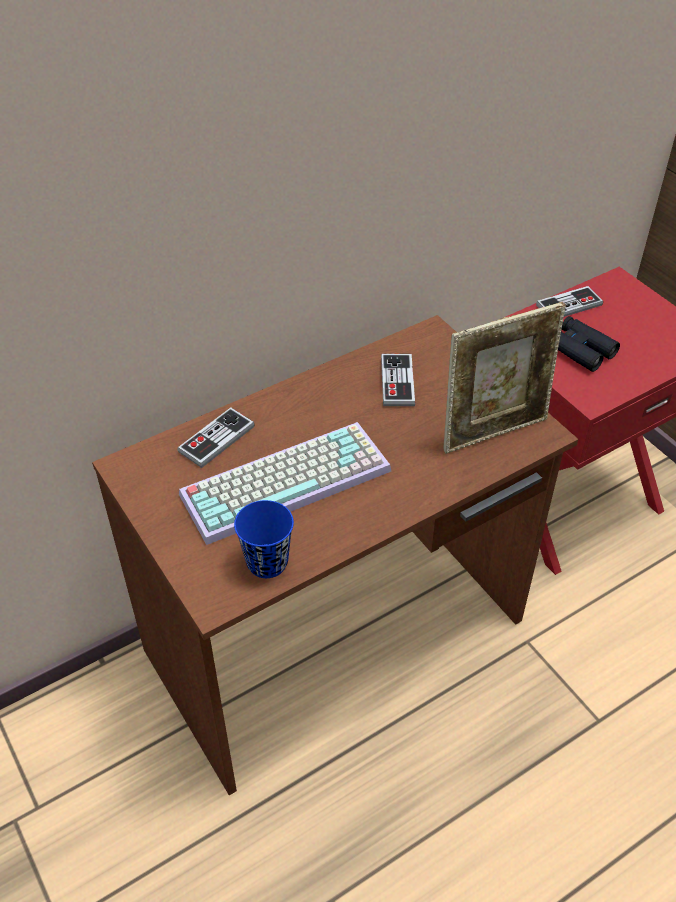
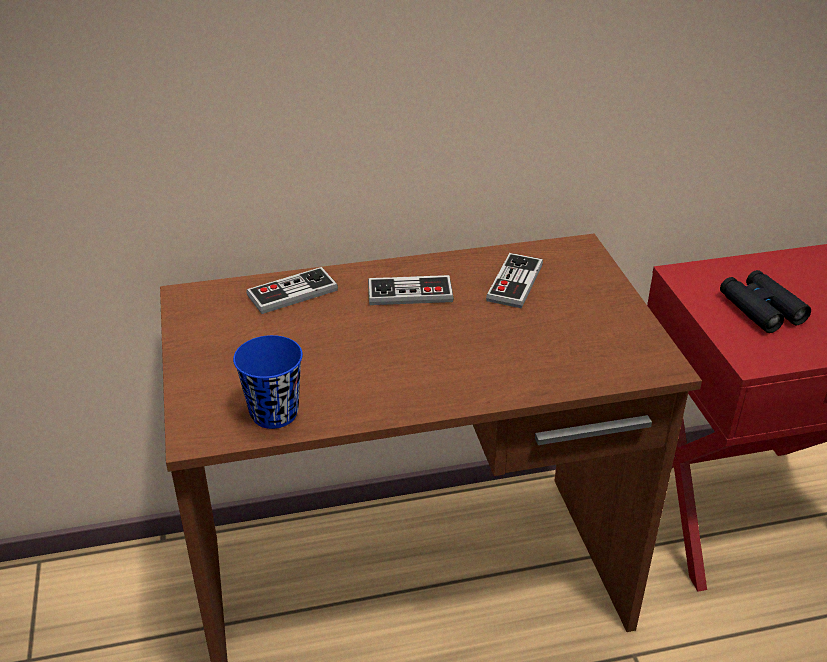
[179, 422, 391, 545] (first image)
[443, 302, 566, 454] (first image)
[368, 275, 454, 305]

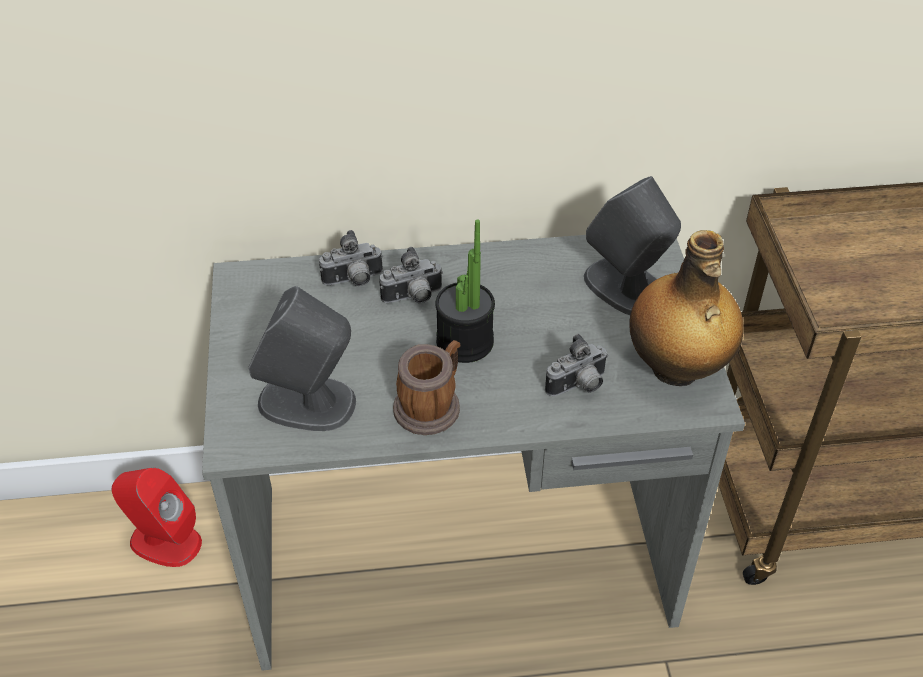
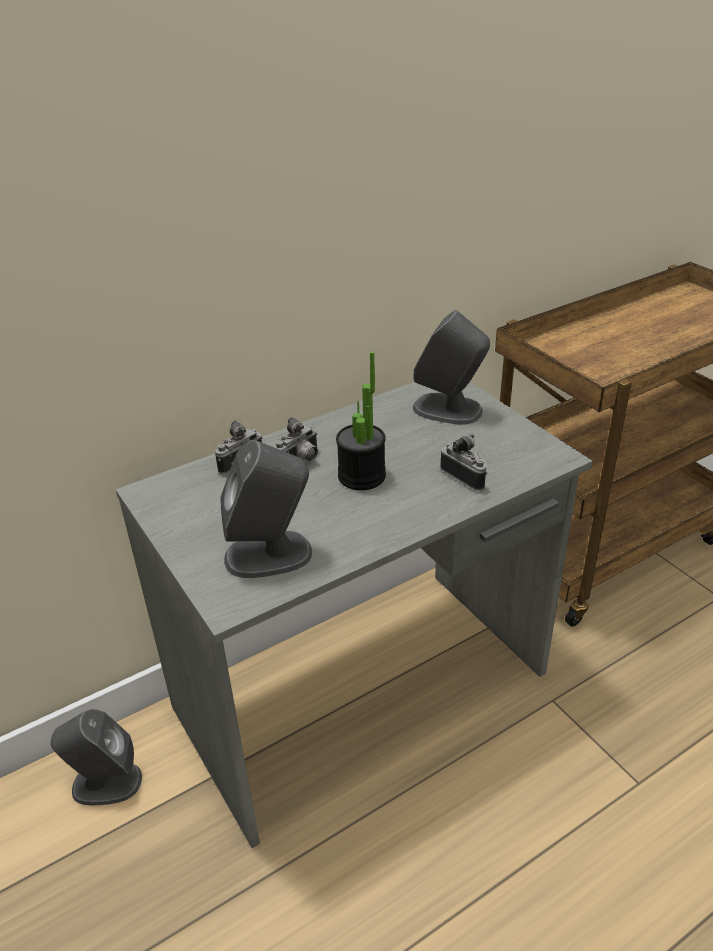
[51, 709, 142, 805]
[393, 340, 460, 435] (first image)
[440, 434, 488, 491]
[629, 230, 743, 386] (first image)

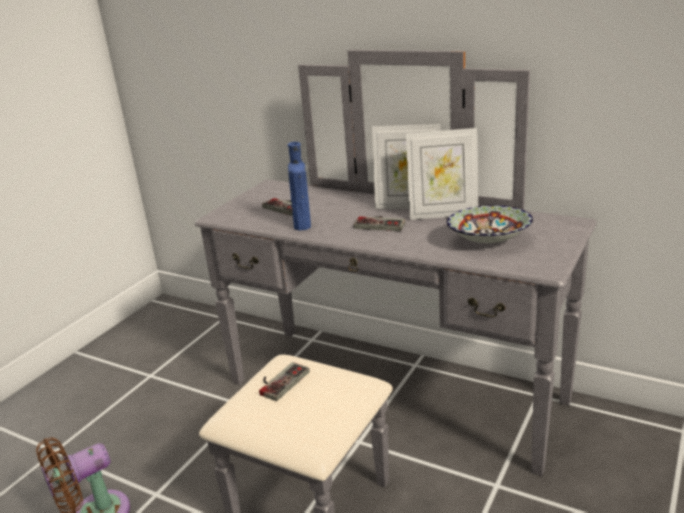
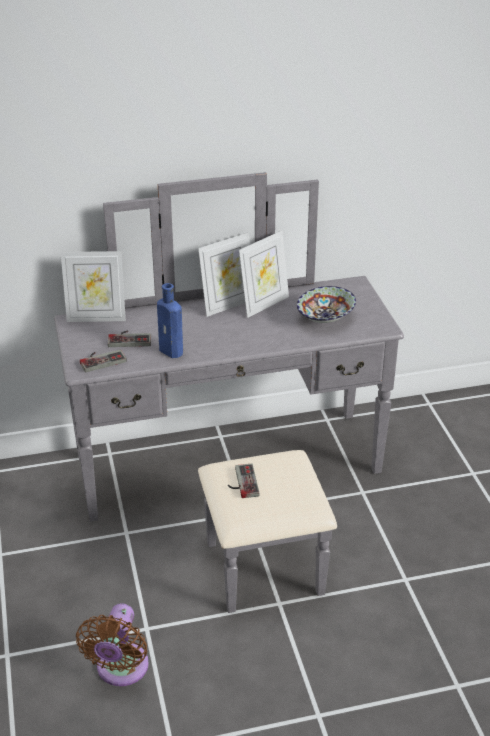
[80, 349, 127, 372]
[61, 251, 126, 322]

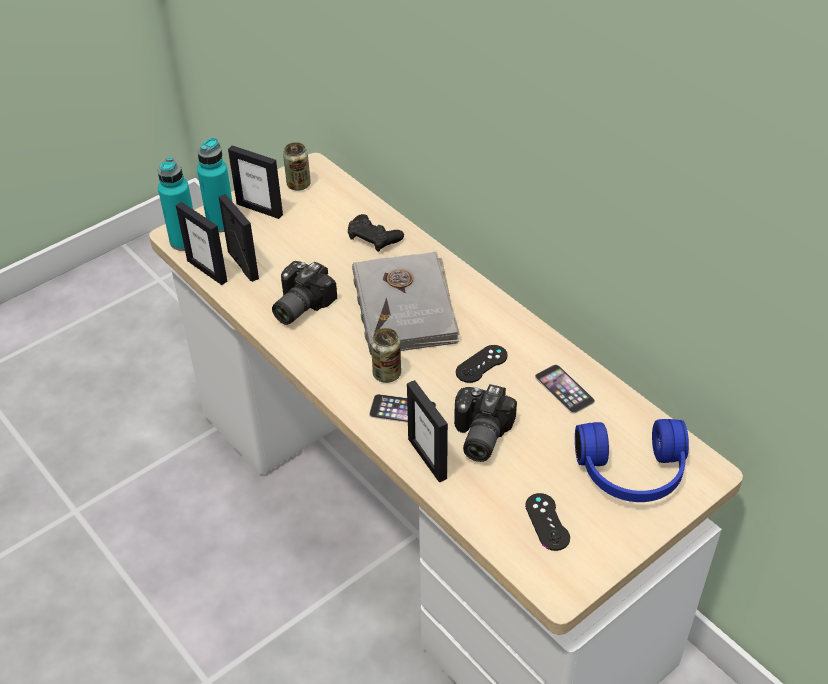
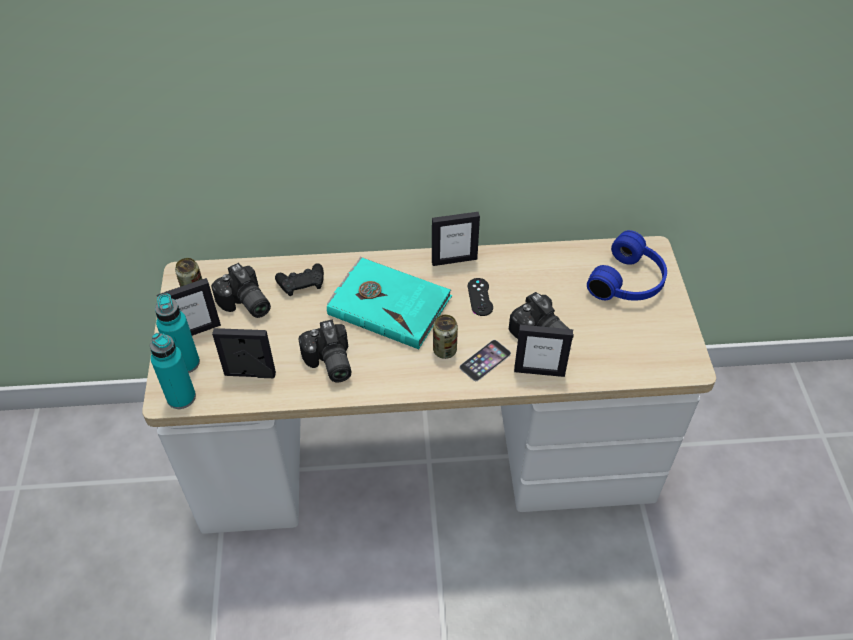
[432, 212, 480, 266]
[327, 257, 452, 349]
[525, 493, 570, 551] (first image)
[535, 365, 595, 414] (first image)
[211, 263, 271, 318]

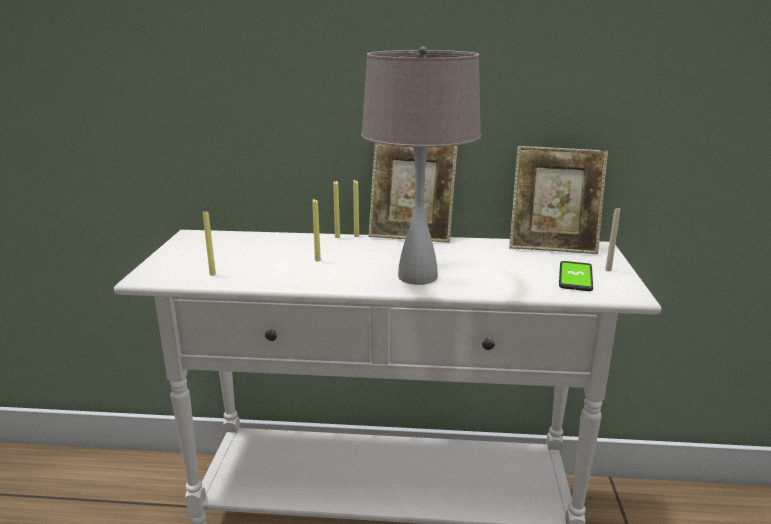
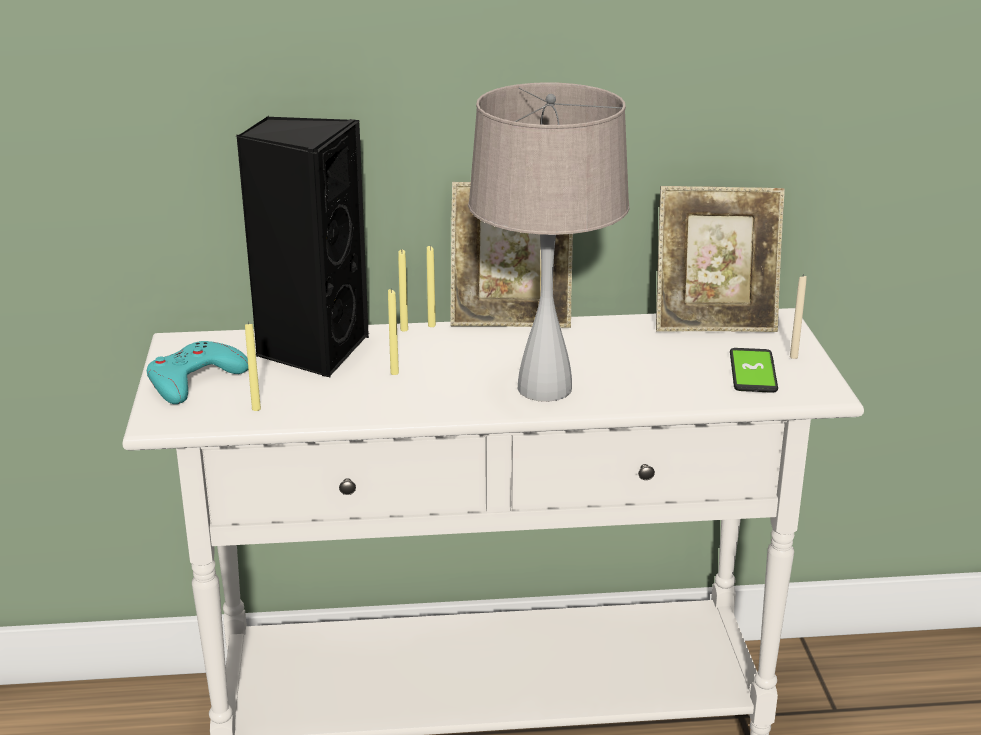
[147, 341, 248, 404]
[236, 116, 369, 378]

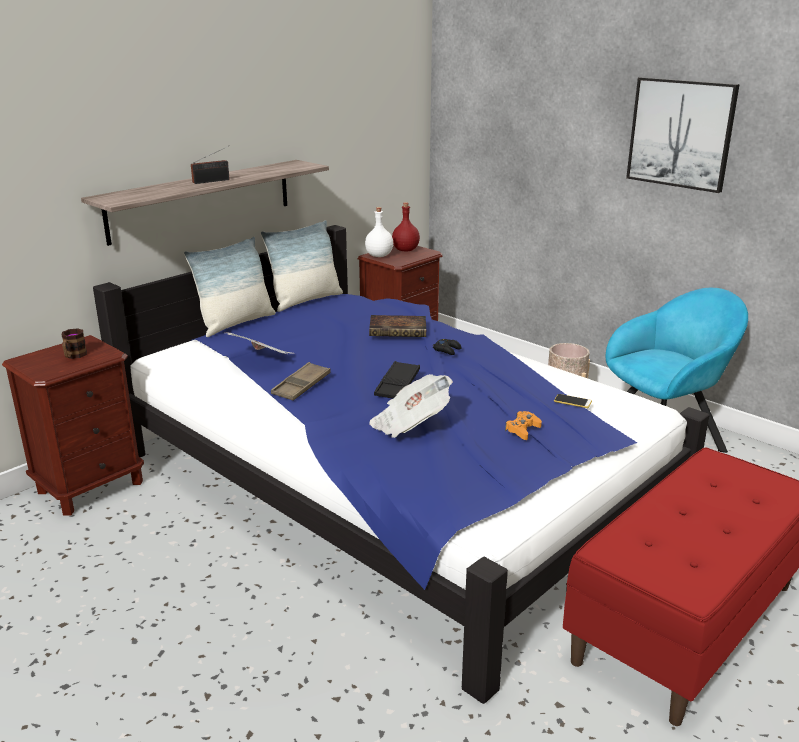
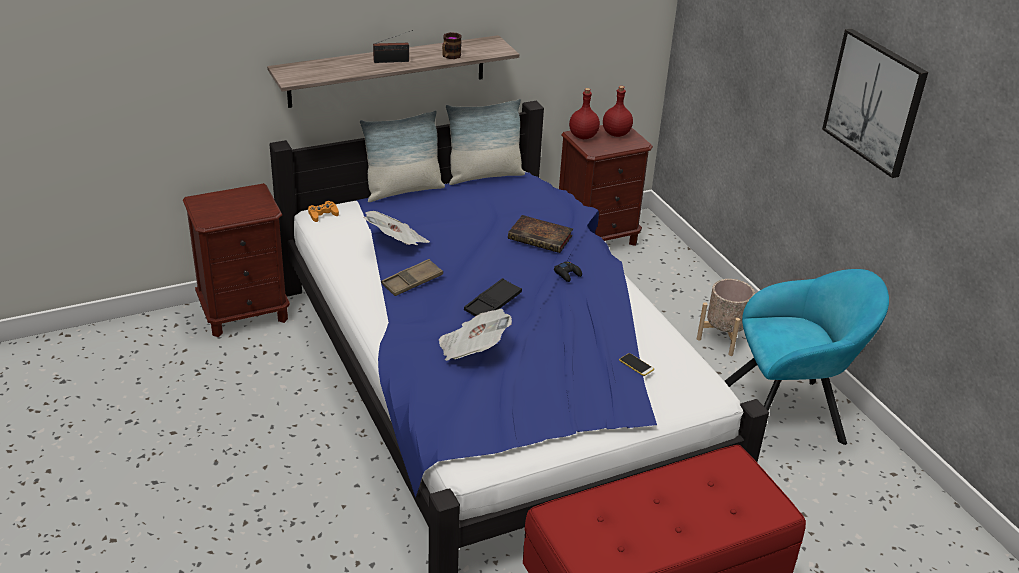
[442, 32, 462, 59]
[569, 88, 600, 139]
[308, 201, 339, 222]

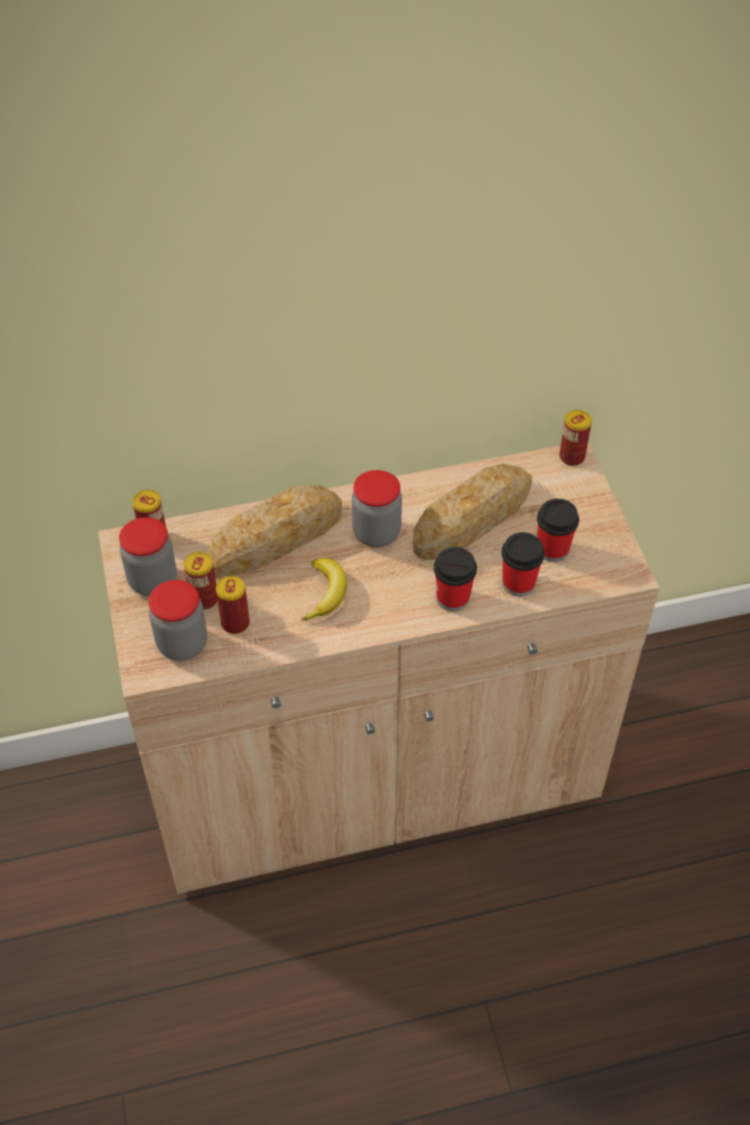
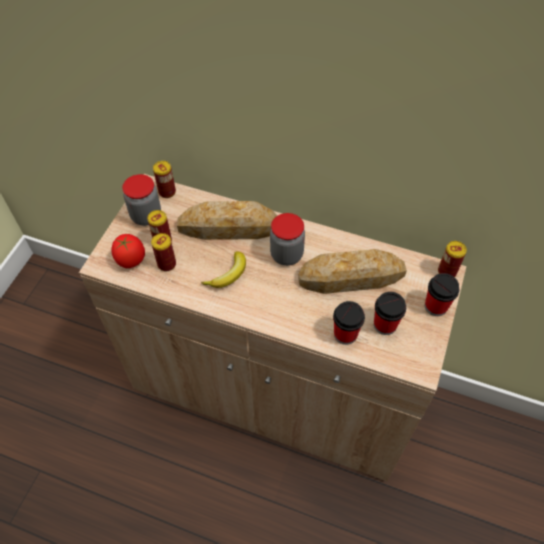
[111, 234, 145, 268]
[425, 273, 460, 316]

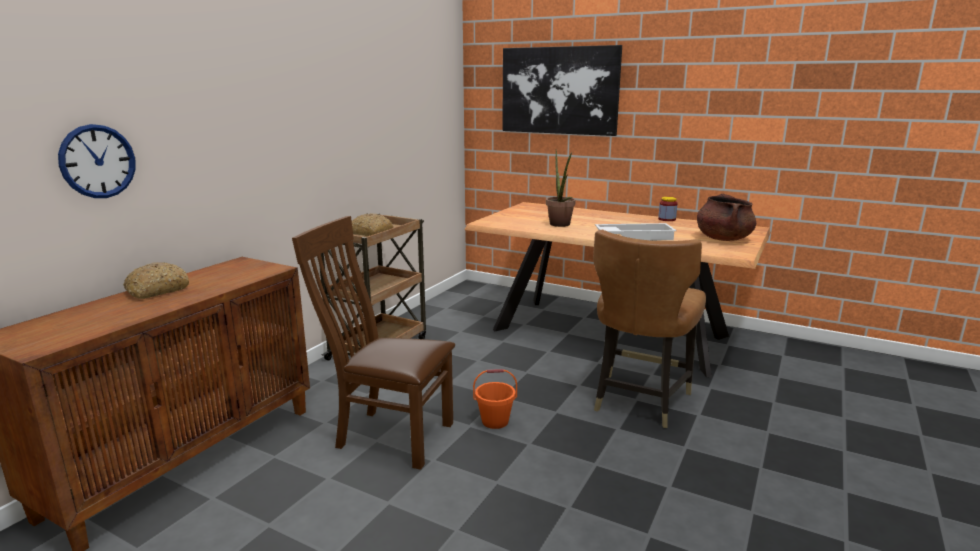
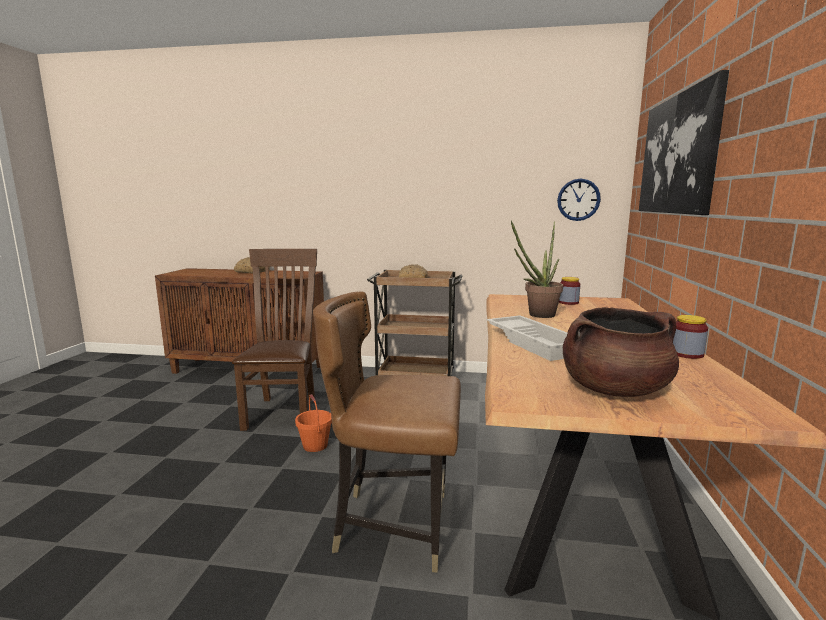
[557, 179, 601, 221]
[559, 277, 580, 305]

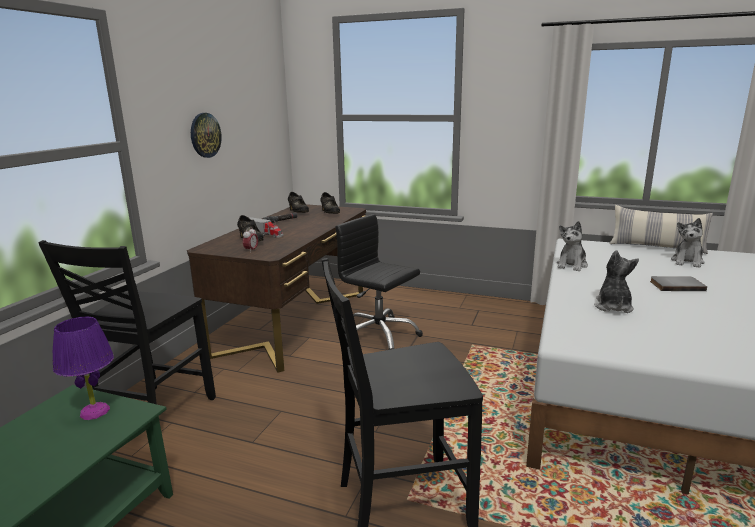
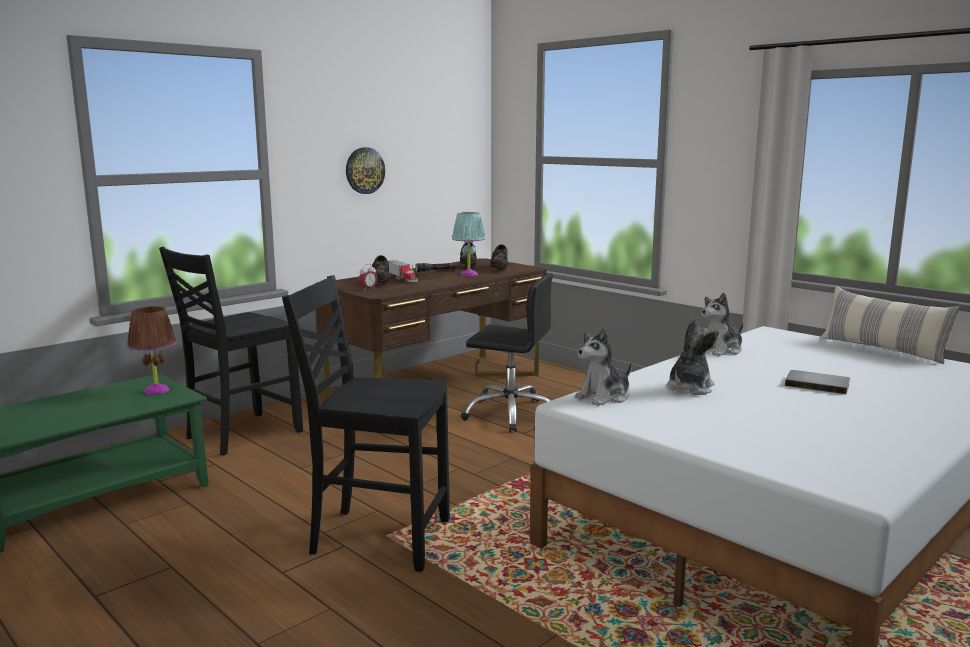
[127, 306, 177, 395]
[461, 273, 553, 432]
[575, 328, 632, 406]
[452, 212, 485, 276]

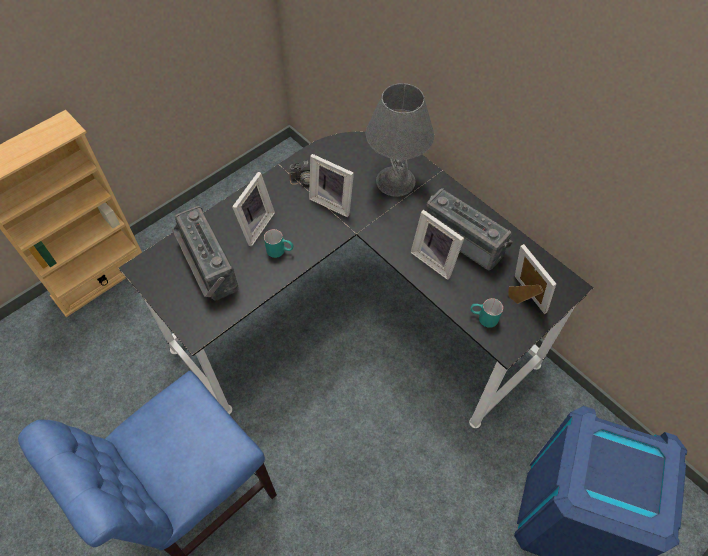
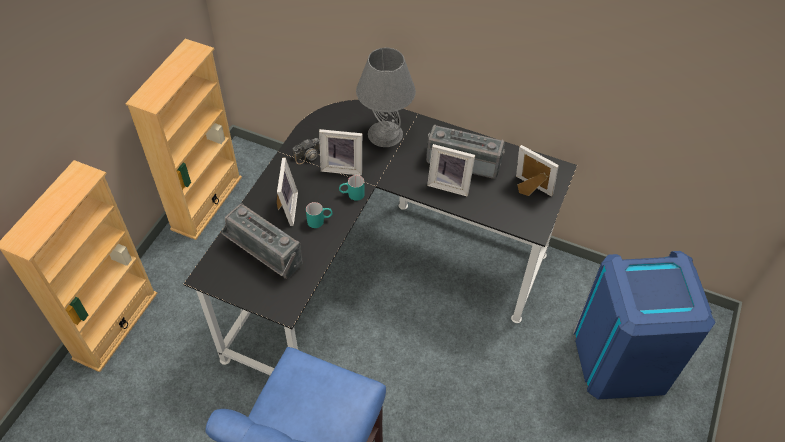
[339, 175, 365, 201]
[125, 39, 242, 240]

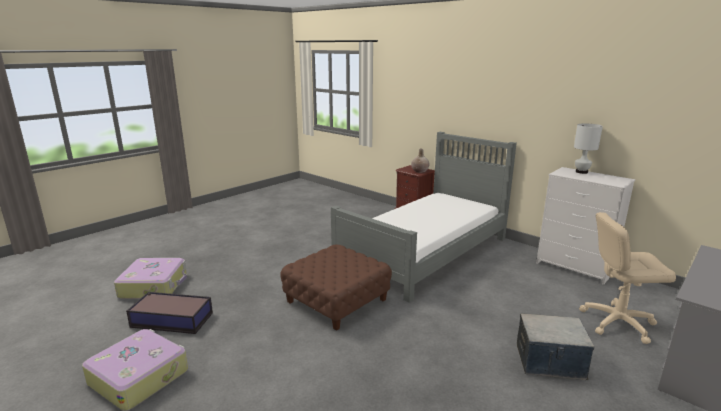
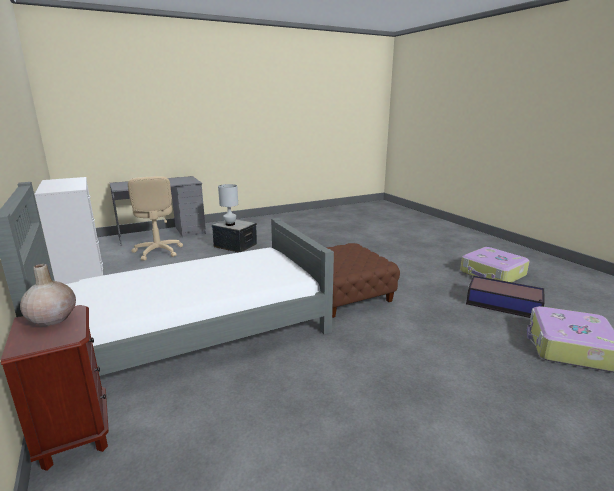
[218, 184, 238, 226]
[128, 176, 183, 260]

